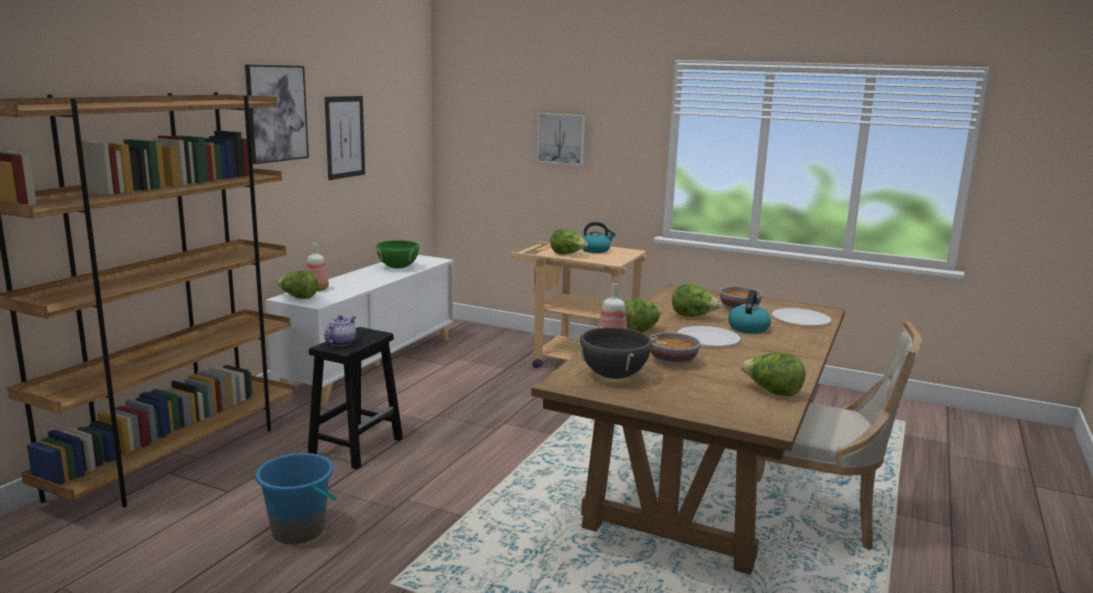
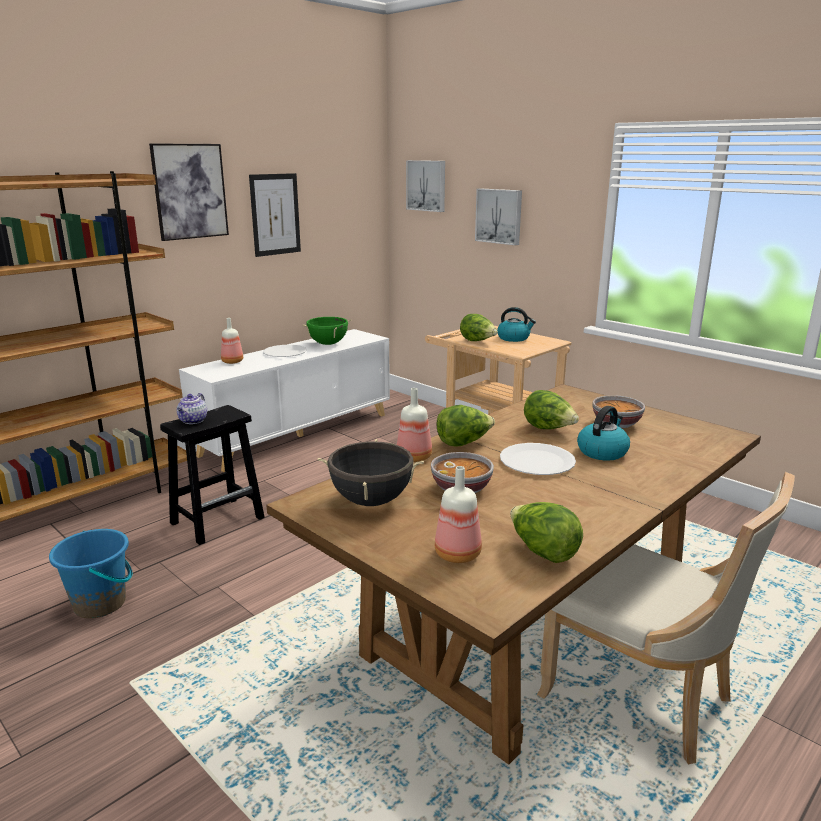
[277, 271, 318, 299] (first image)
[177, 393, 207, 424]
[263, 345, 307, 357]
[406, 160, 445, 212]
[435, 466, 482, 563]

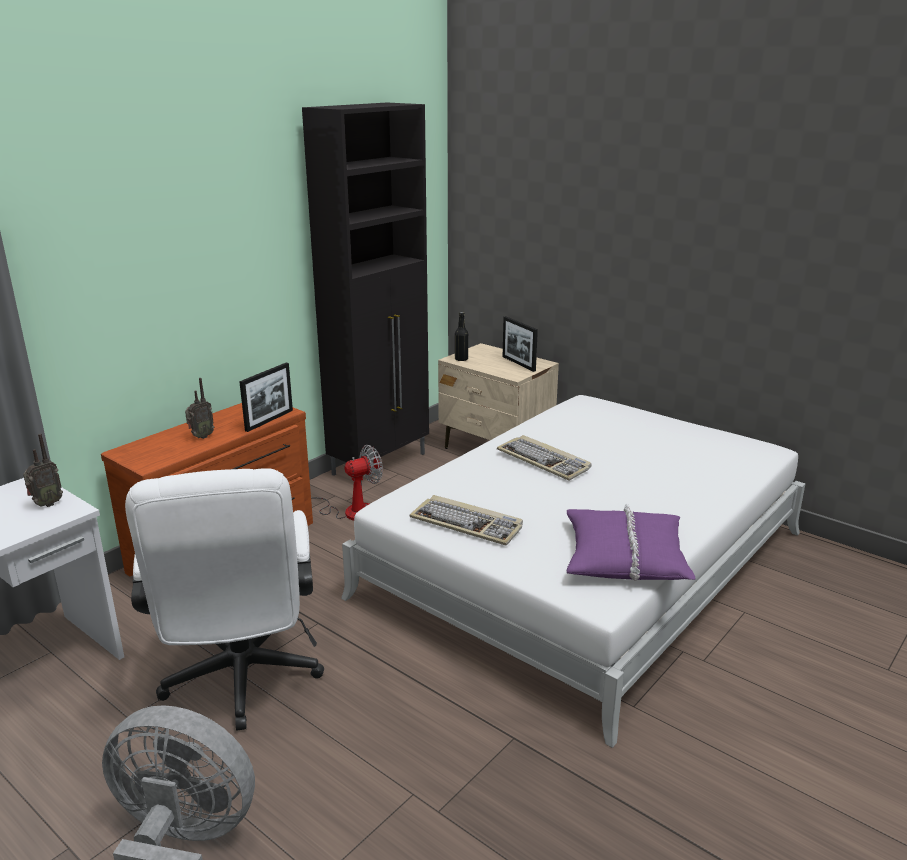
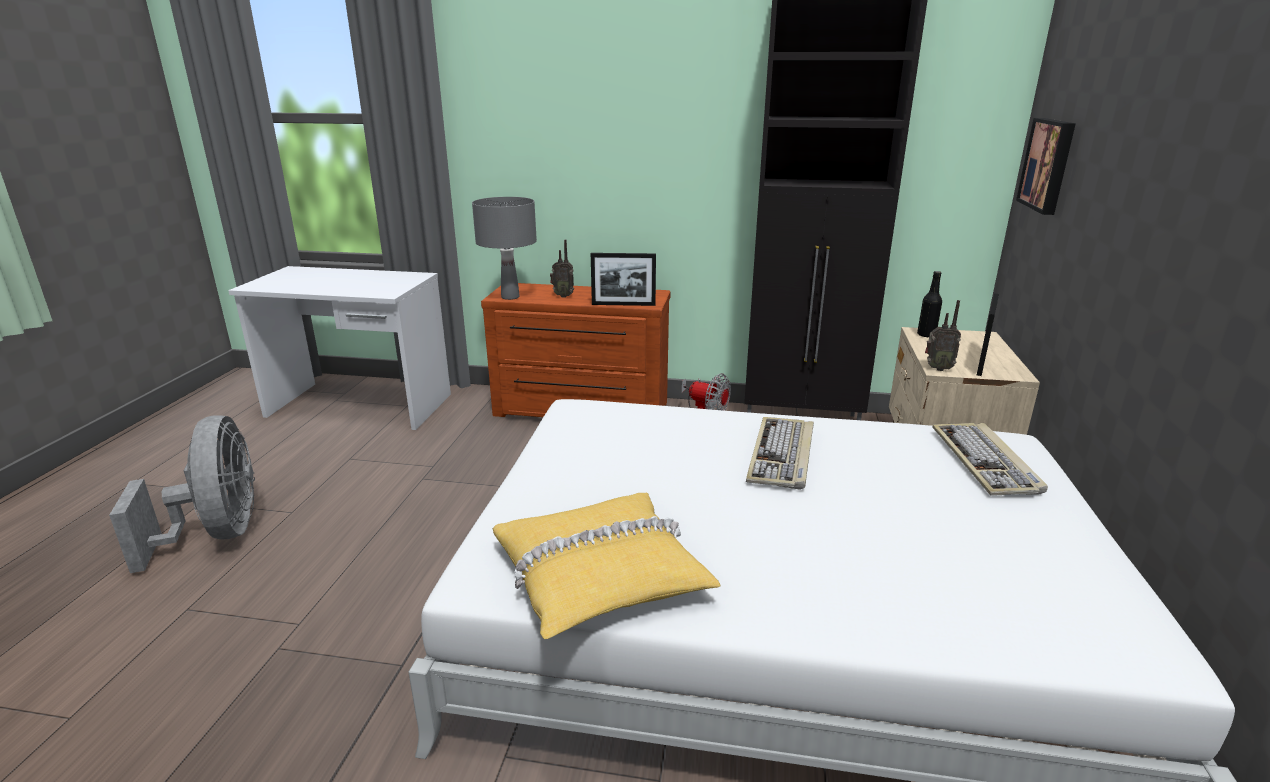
[925, 300, 961, 371]
[125, 468, 324, 731] (first image)
[932, 423, 1048, 496]
[493, 492, 720, 639]
[472, 197, 537, 300]
[1016, 118, 1076, 215]

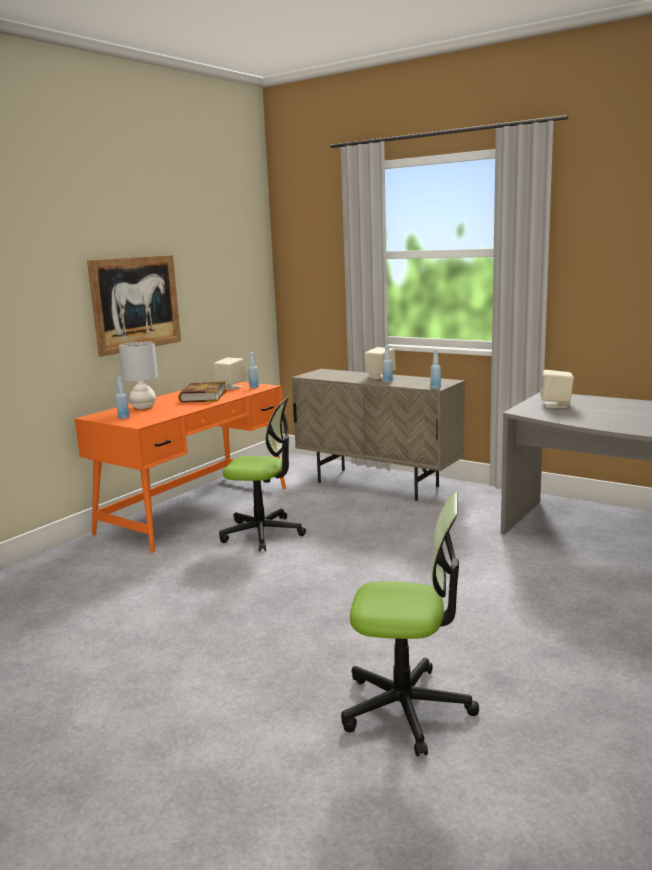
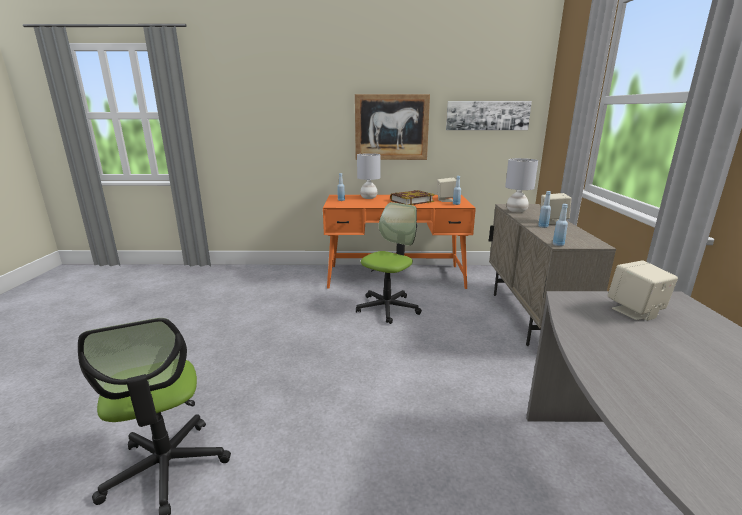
[356, 202, 422, 324]
[446, 101, 532, 130]
[505, 158, 538, 213]

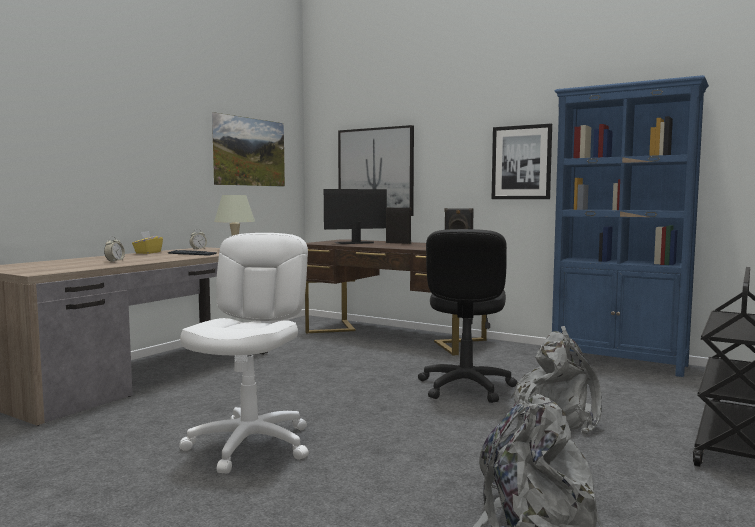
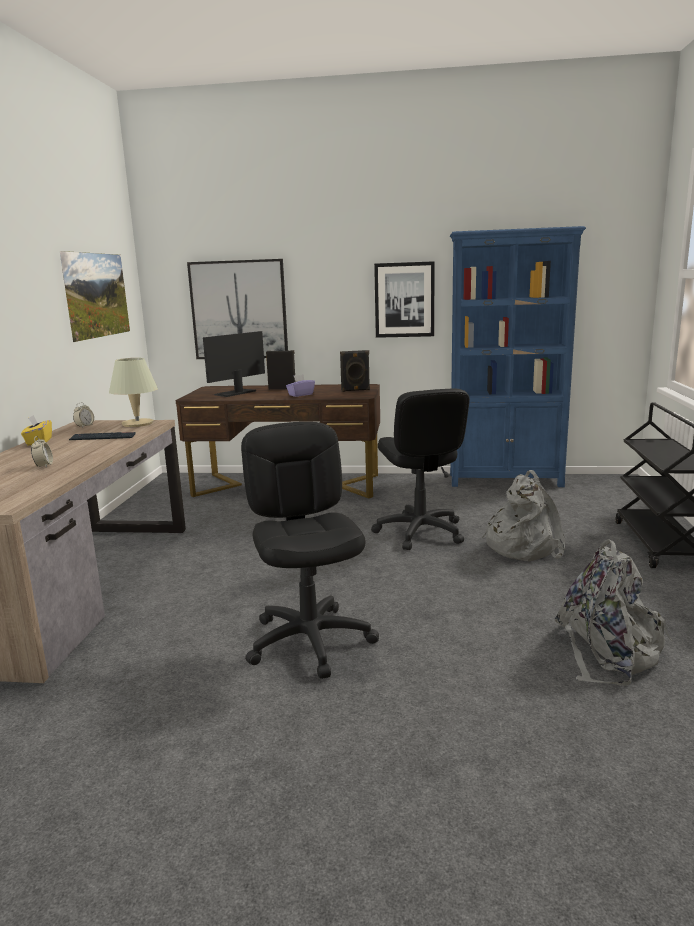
[241, 422, 379, 679]
[286, 374, 315, 397]

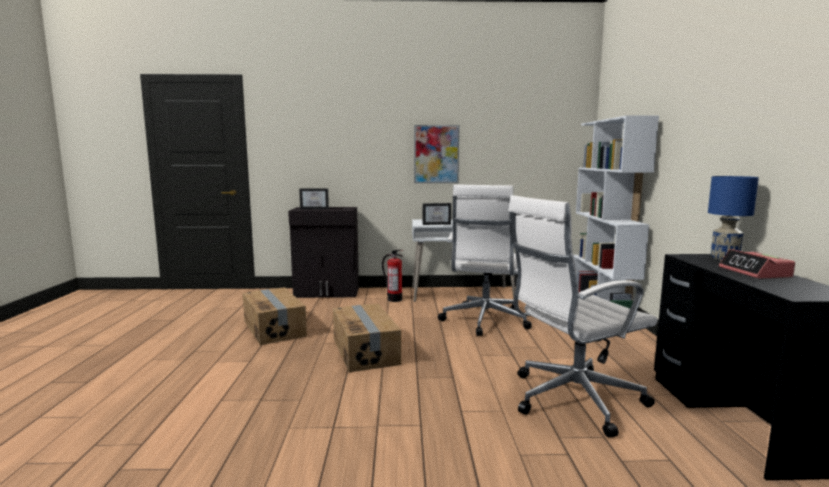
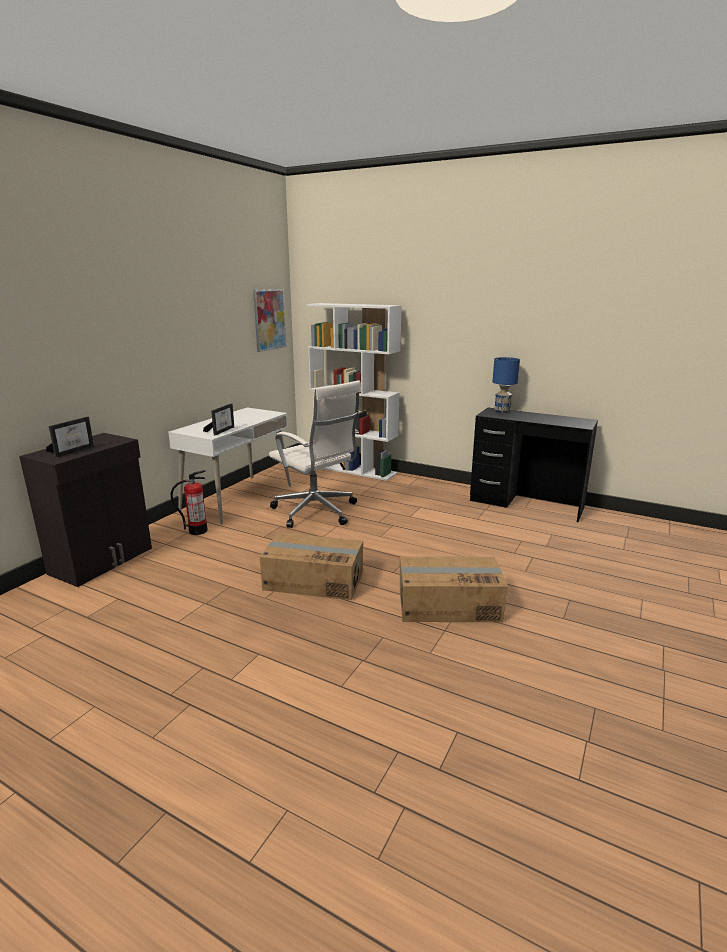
[400, 556, 508, 622]
[253, 289, 286, 352]
[508, 195, 658, 438] (first image)
[719, 249, 795, 279] (first image)

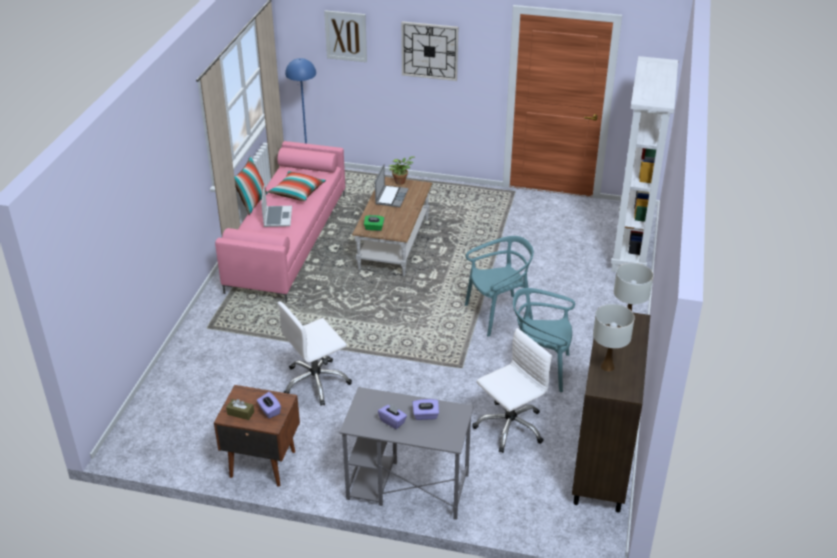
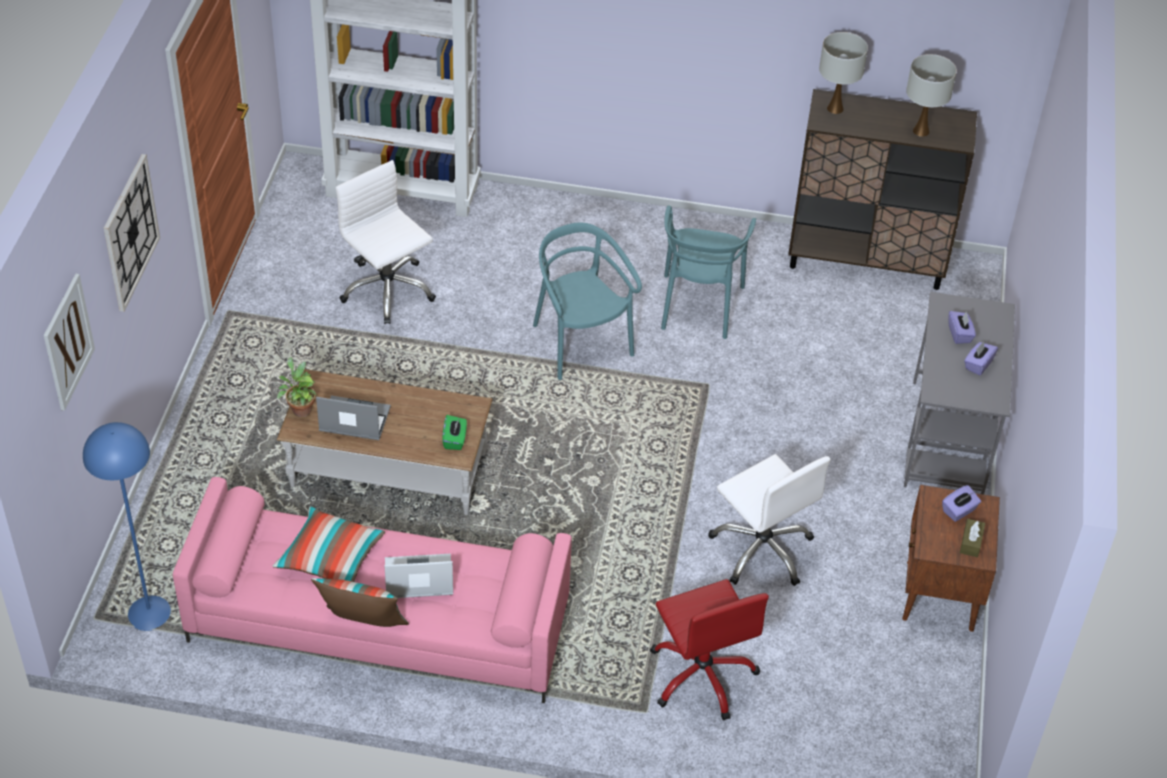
[336, 160, 436, 324]
[650, 579, 769, 720]

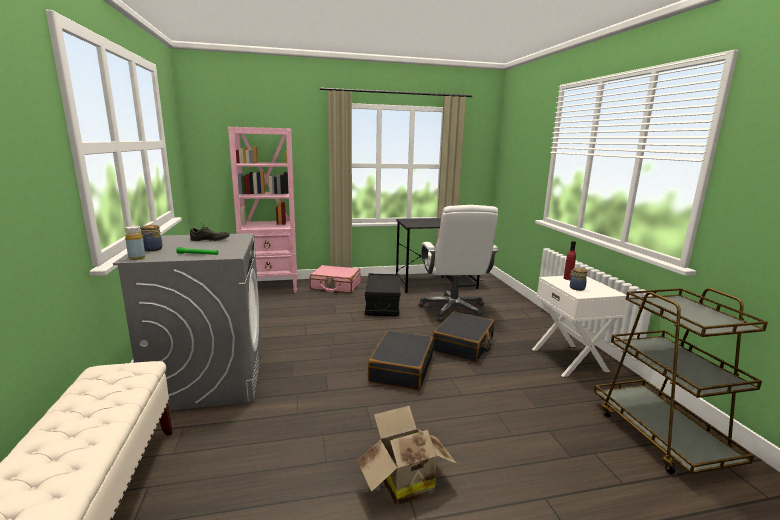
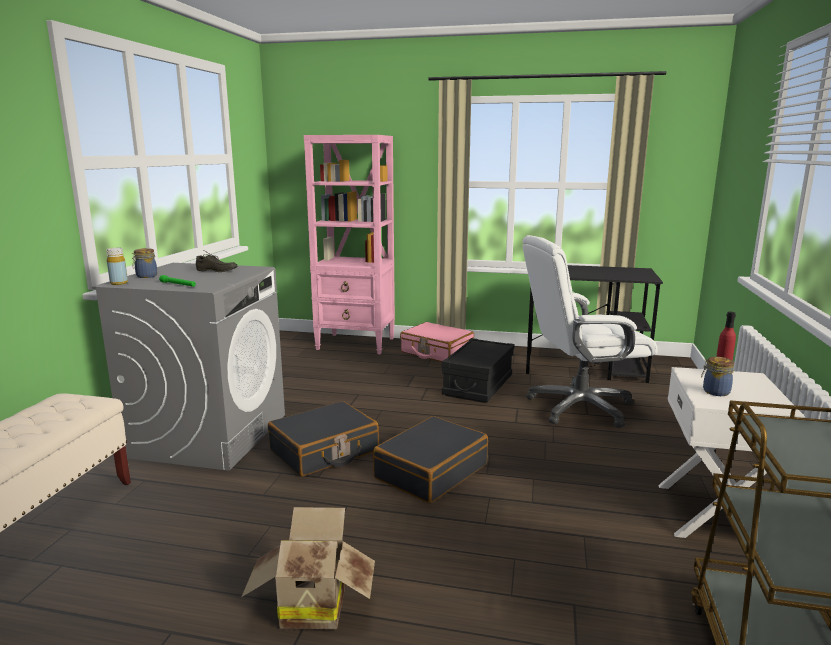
[522, 235, 658, 428]
[268, 401, 379, 477]

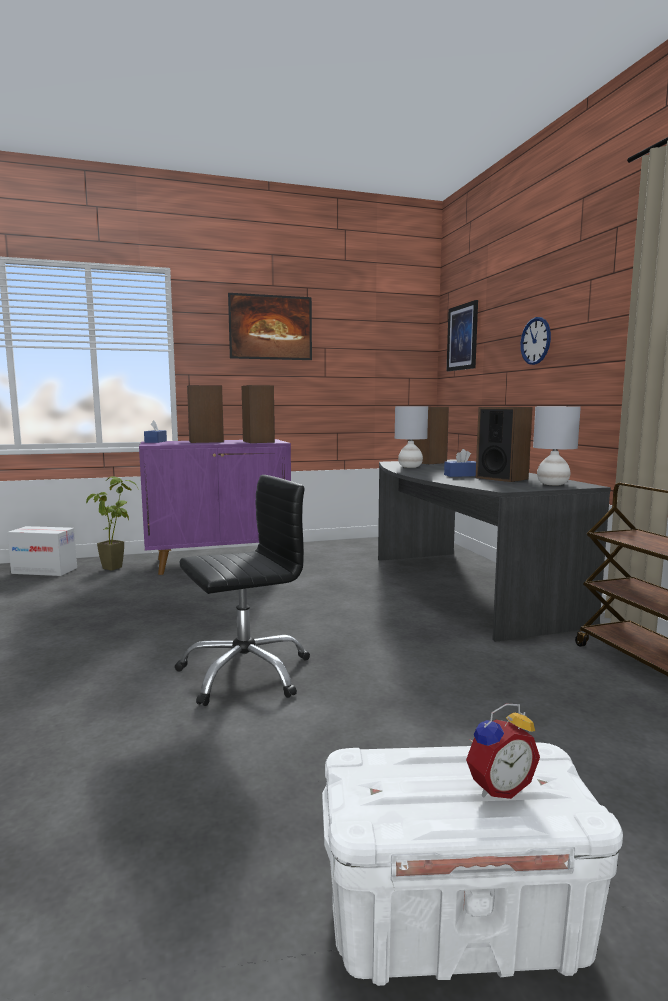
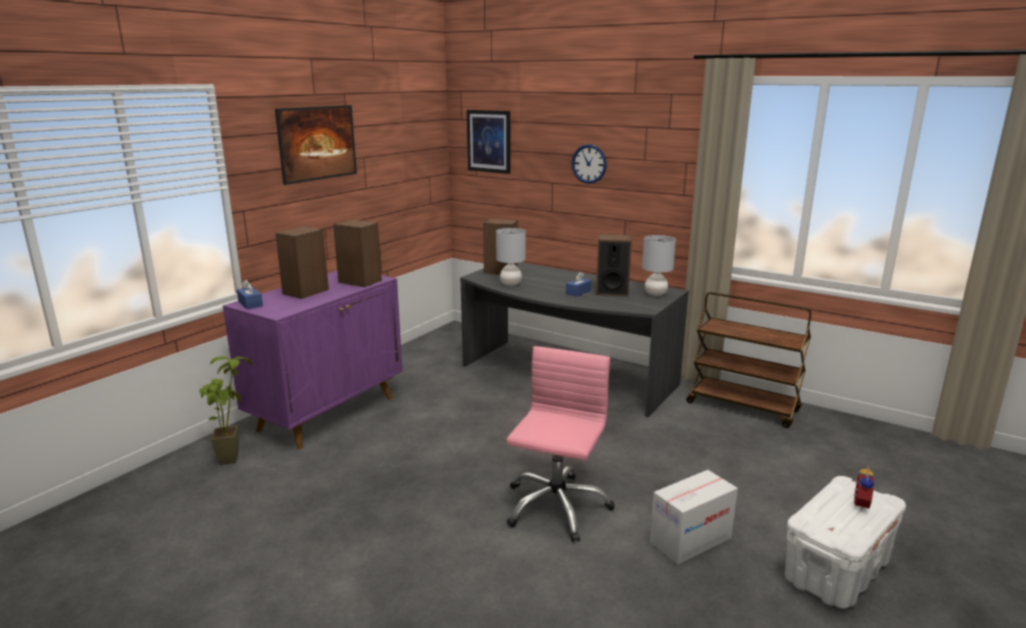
[650, 470, 738, 565]
[506, 346, 615, 542]

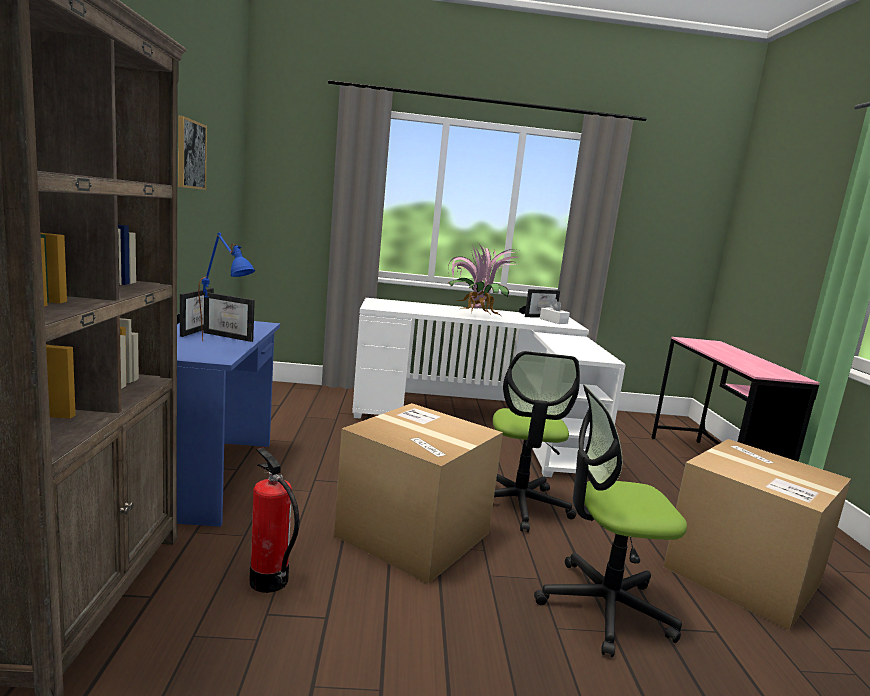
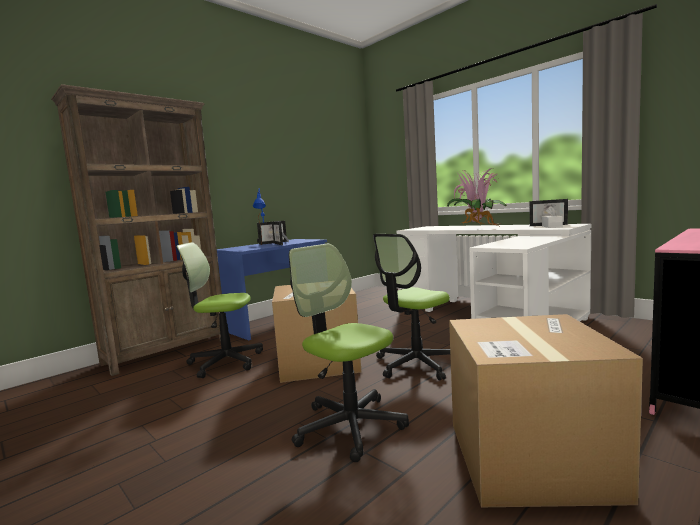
[178, 115, 207, 190] (first image)
[176, 242, 263, 378]

